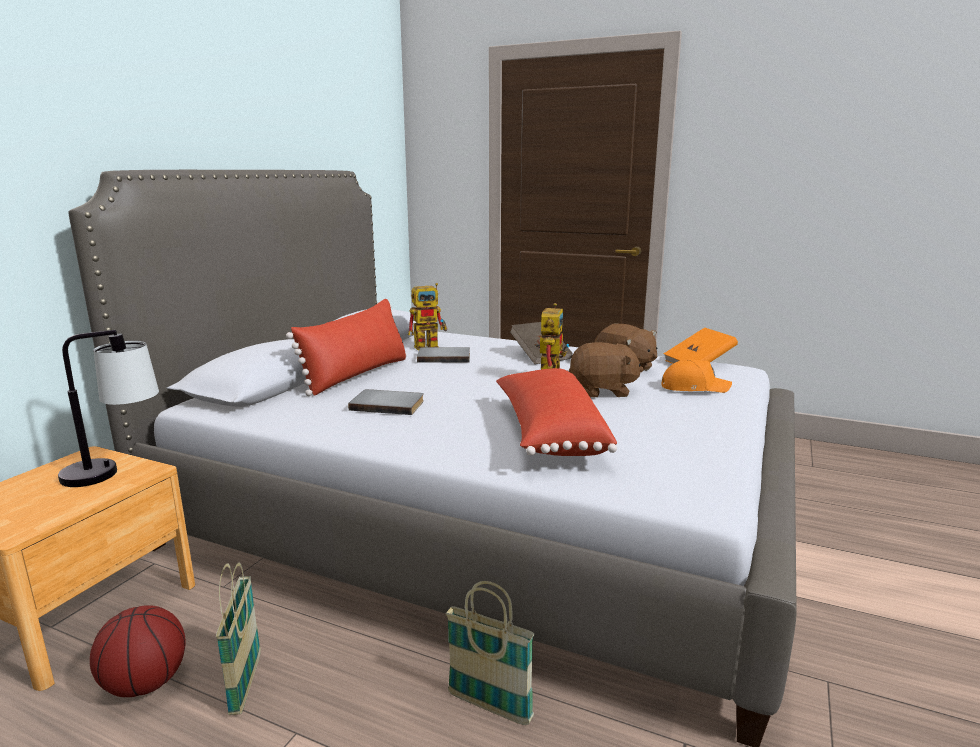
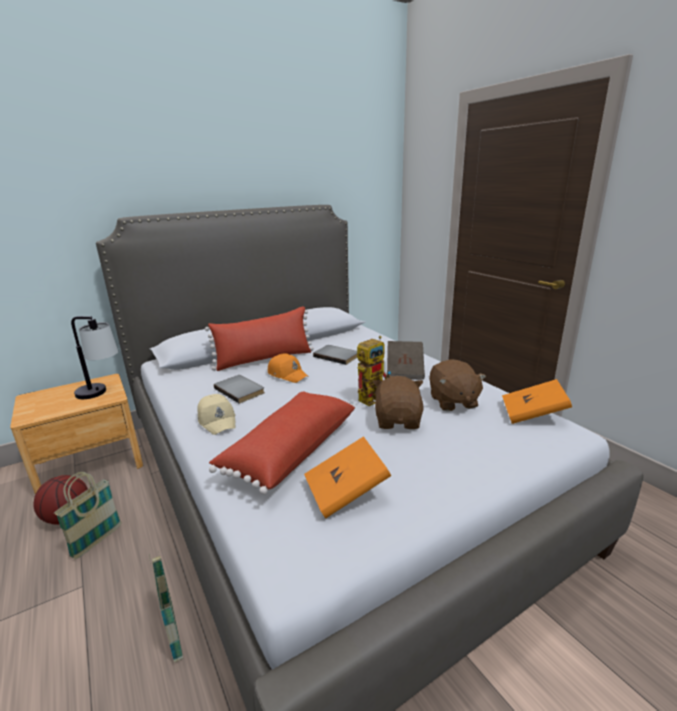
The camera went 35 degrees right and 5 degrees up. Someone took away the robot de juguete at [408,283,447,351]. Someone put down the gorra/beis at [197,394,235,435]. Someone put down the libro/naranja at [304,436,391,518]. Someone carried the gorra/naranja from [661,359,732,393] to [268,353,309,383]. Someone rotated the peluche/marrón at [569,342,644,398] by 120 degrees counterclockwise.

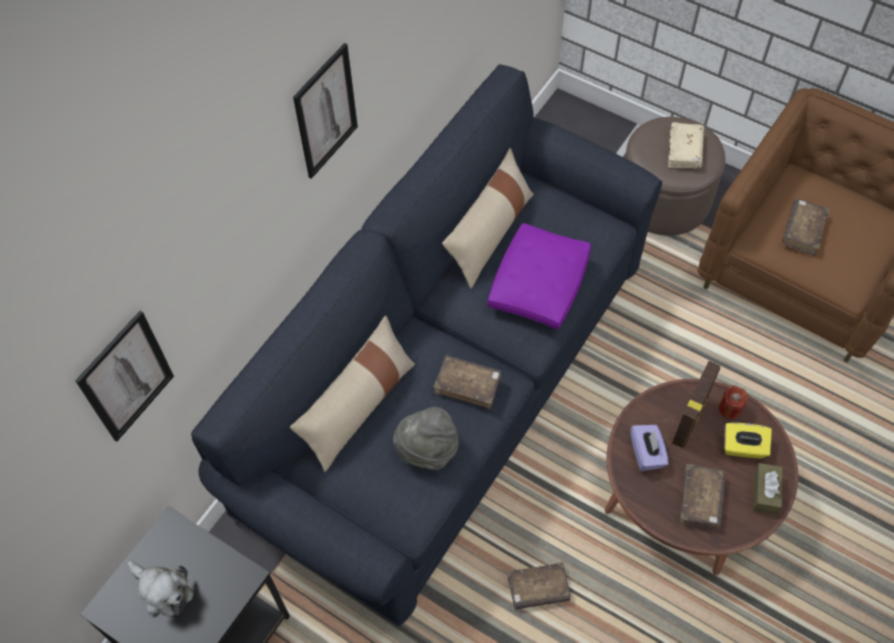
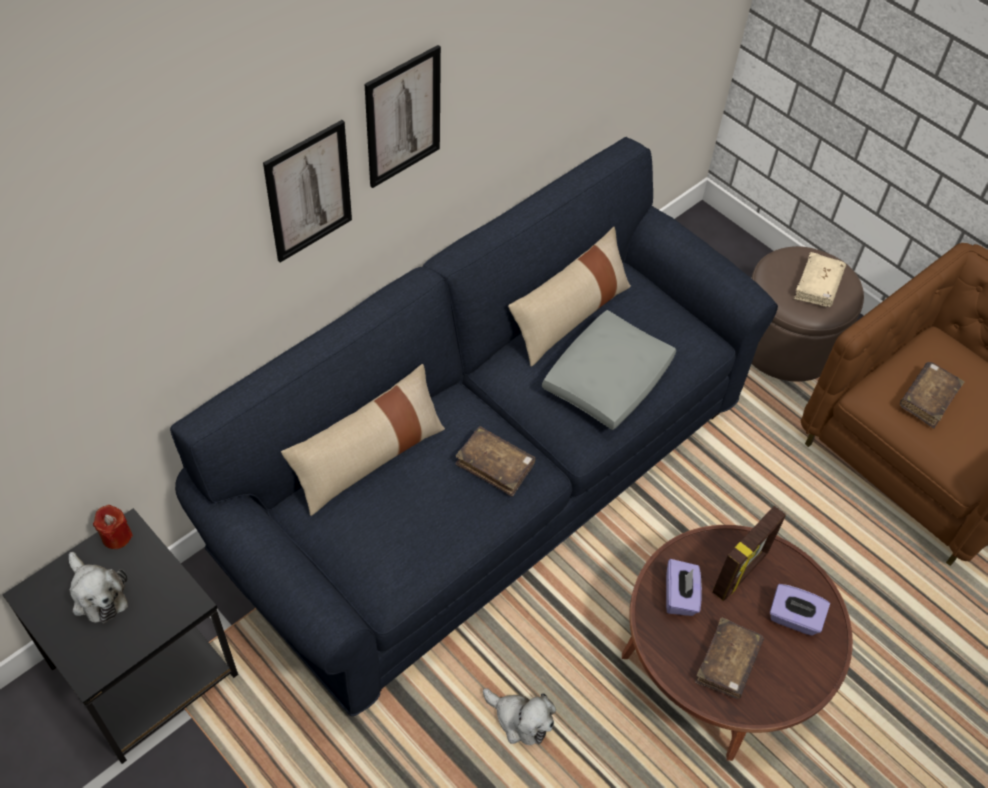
The camera went 10 degrees right and 5 degrees down. Someone took away the sombrero/gris at [393,407,458,470]. Someone took away the caja de pañuelos/marrón at [753,463,783,515]. Someone carried the cuadro from [75,311,174,442] to [263,120,352,263]. Someone carried the vela/rojo from [719,385,748,419] to [93,505,133,549]. Someone swapped the libro/marrón at [507,562,571,610] for the peluche at [483,688,556,745]. Someone repainted the cojín/morado at [487,223,591,329], which became the cojín/gris at [542,310,676,430]. Someone repainted the caja de pañuelos/amarillo at [725,423,772,459], which became the caja de pañuelos/morado at [770,584,830,636].

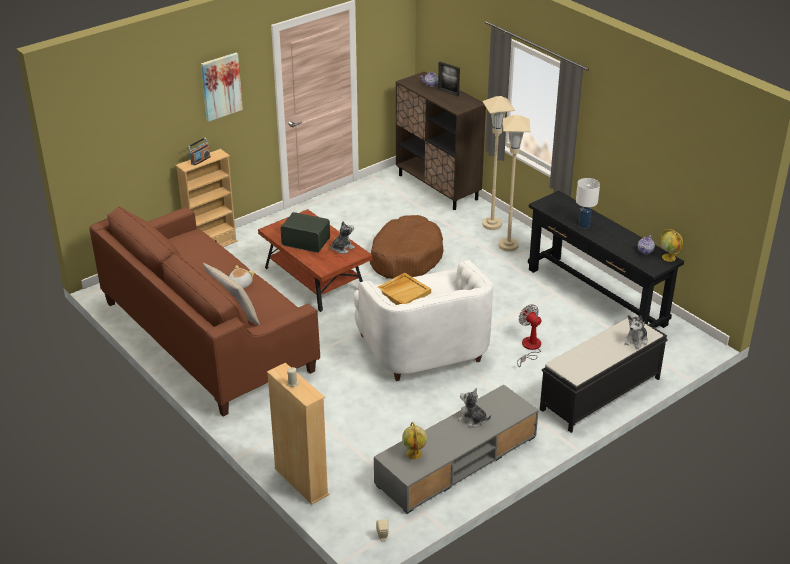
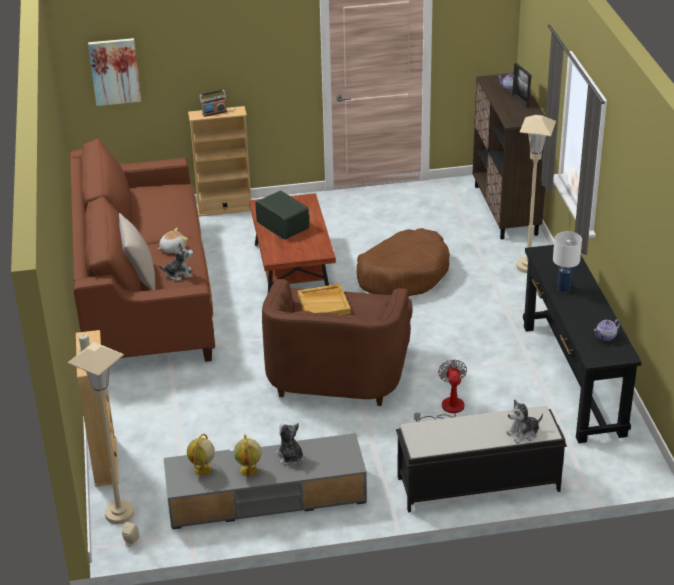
The camera went 30 degrees right and 0 degrees up. Someone carried the cuadro from [201,53,243,122] to [88,38,141,106]. Someone carried the peluche from [329,221,355,254] to [159,242,193,281]. Someone carried the lámpara de pie/beis from [499,115,530,252] to [68,342,134,524]. Someone carried the globo terráqueo from [661,229,683,262] to [234,434,262,477]. Someone repainted the sillón/blanco at [354,260,493,381], which became the sillón/marrón at [262,279,413,406].

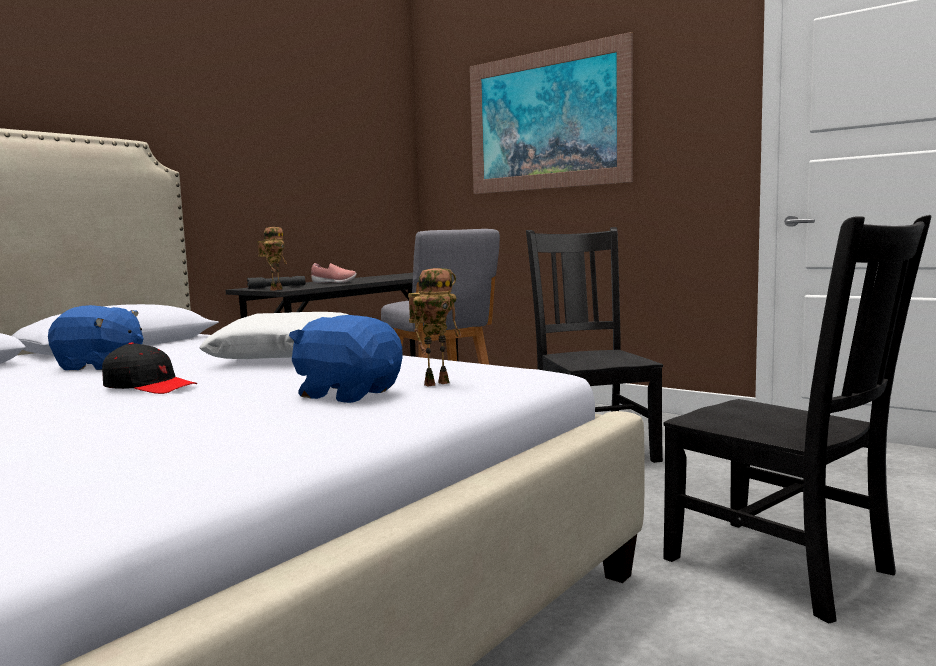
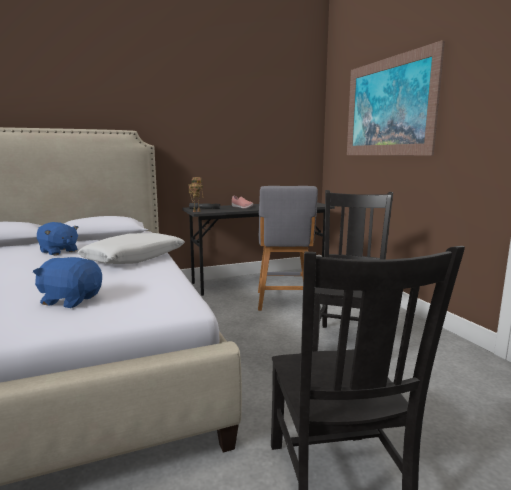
The camera went 30 degrees right and 5 degrees up. Someone took away the gorra/negro at [102,343,197,394]. Someone took away the robot de juguete at [408,268,461,387]. Someone rotated the peluche/azul at [289,315,402,403] by 45 degrees counterclockwise.

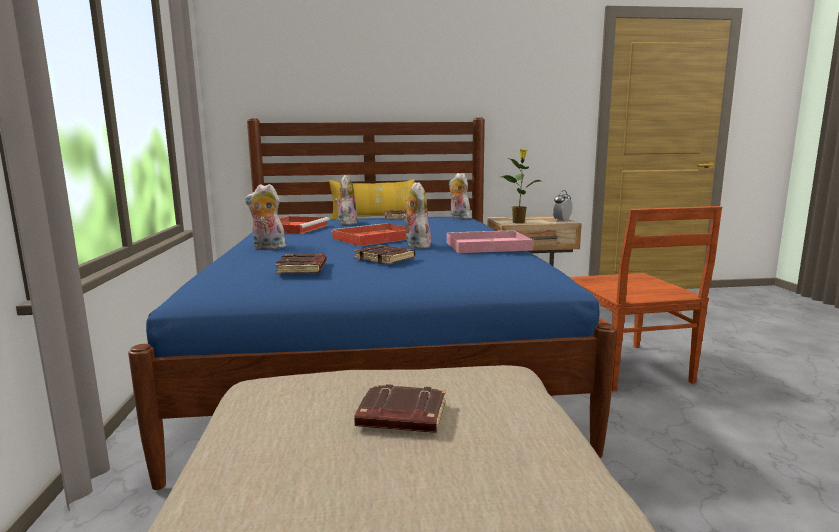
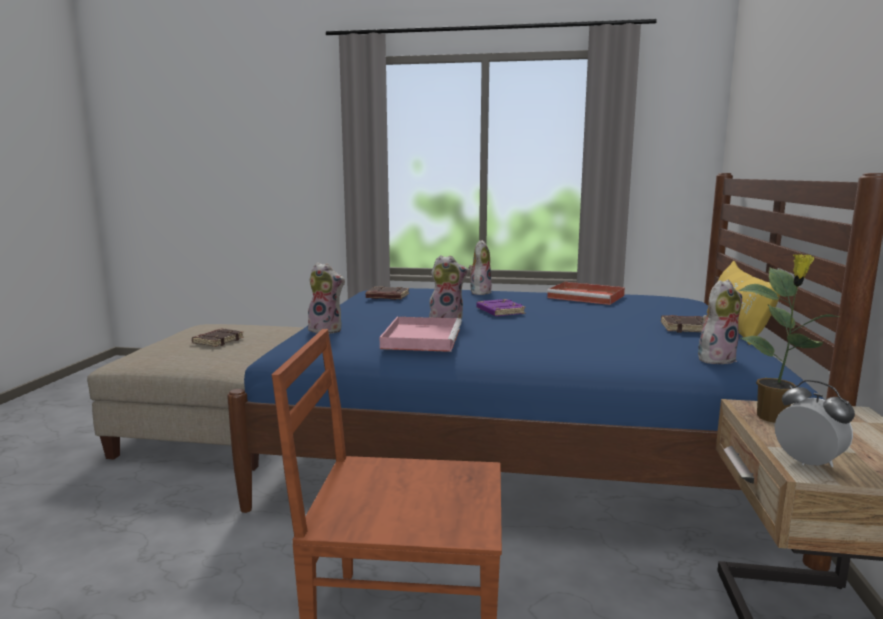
The camera went 105 degrees right and 0 degrees up. Someone took away the libro/marrón at [354,245,415,264]. Someone carried the peluche from [335,175,358,225] to [308,262,345,334]. Someone swapped the bandeja/rojo at [331,223,407,246] for the libro/morado at [476,299,526,316].

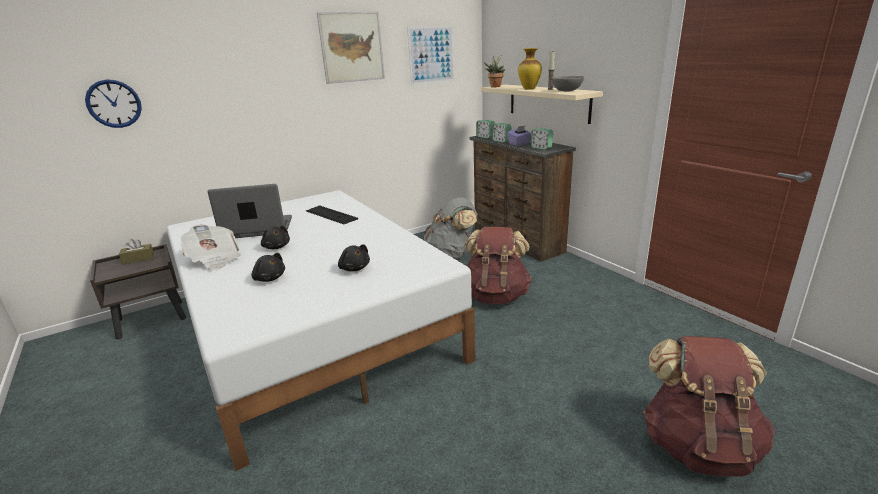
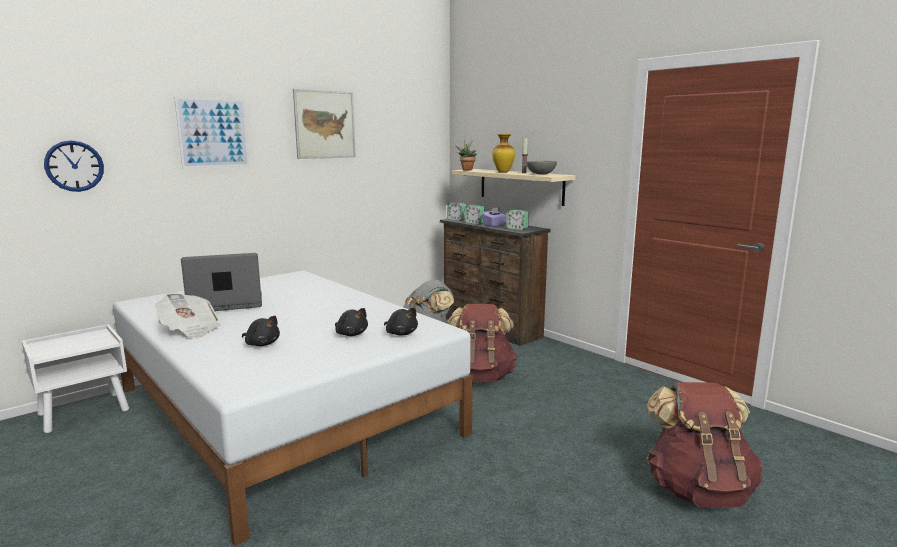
The camera went 10 degrees left and 10 degrees down. Someone took away the caja de pañuelos/marrón at [119,239,154,265]. Someone took away the teclado at [306,205,358,224]. Someone carried the peluche/negro from [261,226,290,249] to [384,308,418,336]. Someone carried the cuadro from [407,26,454,85] to [174,97,250,168]. Someone repainted the mesita de noche/marrón at [90,244,186,339], which became the mesita de noche/blanco at [22,324,129,433].

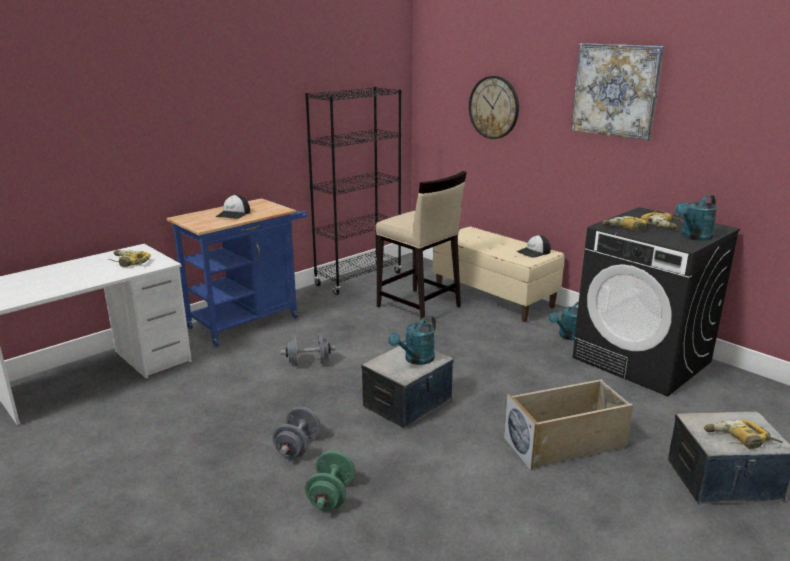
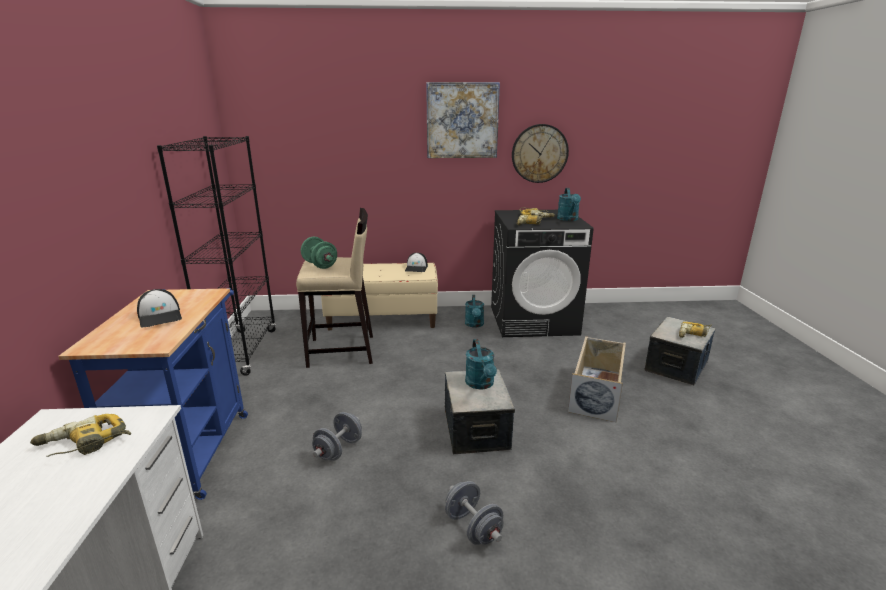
The camera went 50 degrees left and 0 degrees up. Someone carried the mancuerna/verde from [305,451,355,510] to [301,237,337,269]. Someone carried the reloj de pared from [469,76,519,139] to [512,124,569,183].

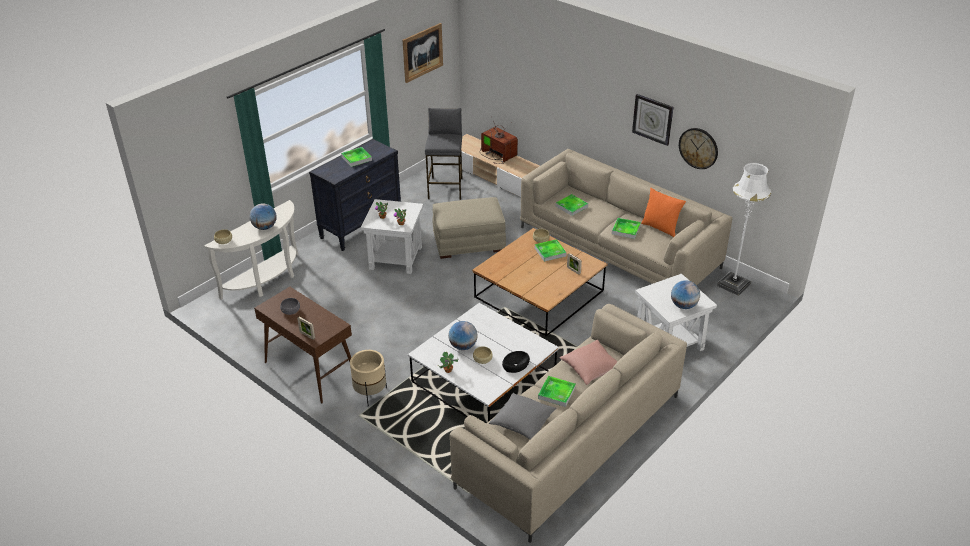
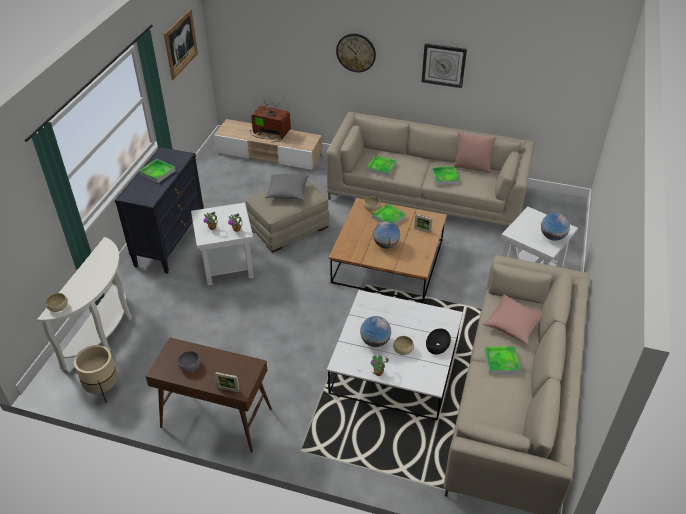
The camera went 25 degrees left and 5 degrees up. Someone took away the taburete/gris at [425,108,463,200]. Someone took away the lámpara de pie/blanco at [717,163,771,296]. Someone carried the globo terráqueo from [250,203,276,230] to [373,221,400,248]. Someone carried the maceta/beis from [350,350,387,406] to [74,345,118,403]. Someone carried the cojín/gris from [489,393,557,440] to [265,174,309,200]. Someone carried the reloj de pared from [679,128,718,169] to [336,34,376,72]. Someone repainted the cojín/naranja at [641,188,686,237], which became the cojín/rosa at [453,131,497,173].

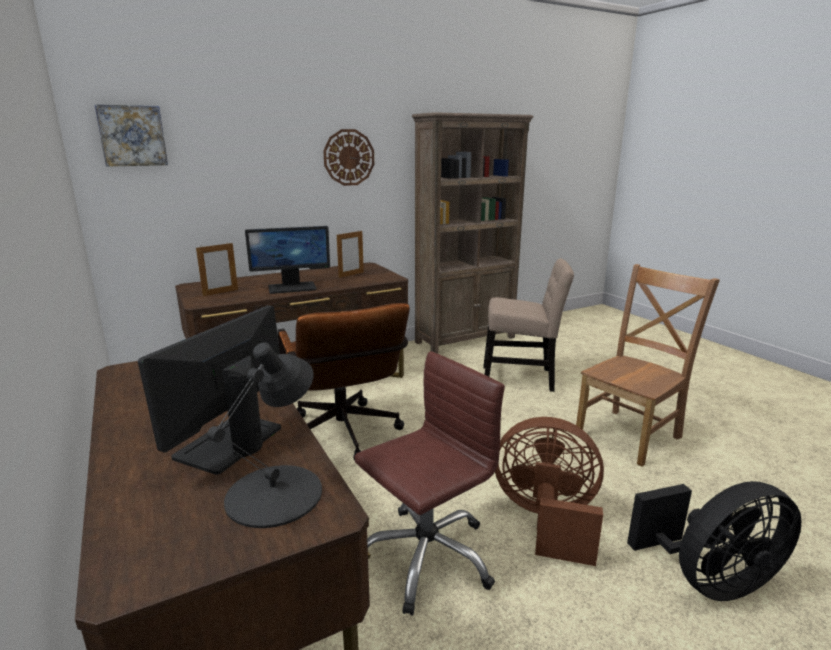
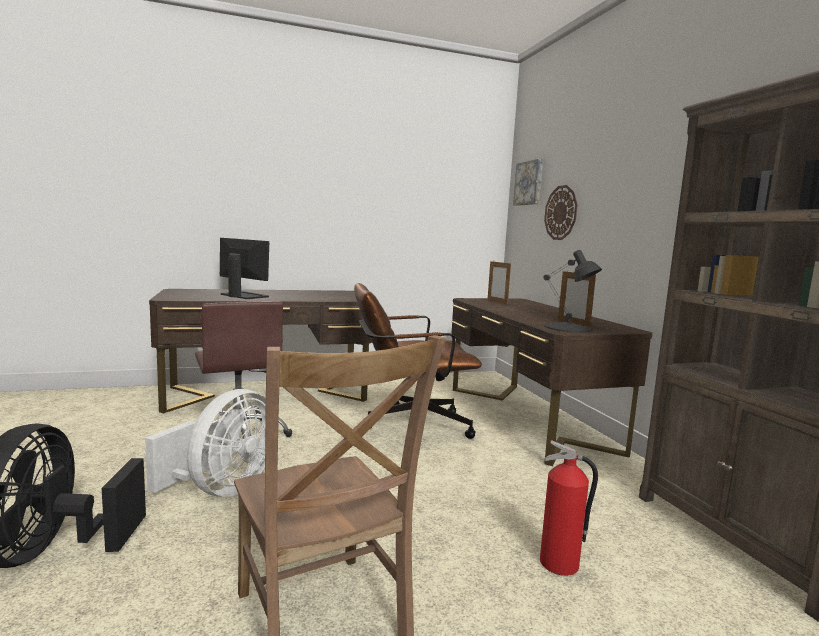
The camera went 100 degrees right and 10 degrees down. Someone took away the monitor at [245,226,330,294]. Someone carried the lámpara de mesa/negro from [207,342,322,528] to [543,250,602,333]. Someone carried the reloj de pared from [323,129,374,186] to [544,185,577,240]. Someone swapped the silla/beis at [483,258,574,392] for the extintor at [540,440,598,576]. Someone repainted the ventilador/marrón at [495,417,604,566], which became the ventilador/blanco at [145,389,266,497].

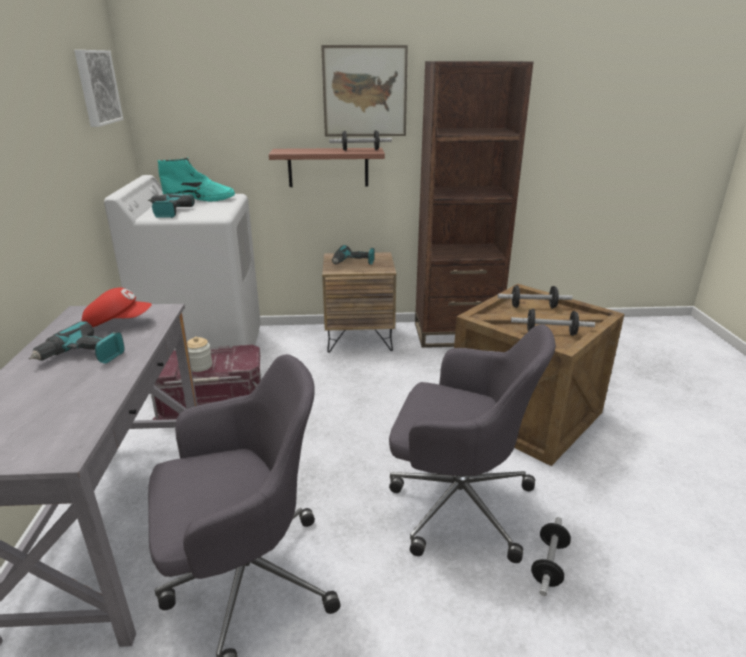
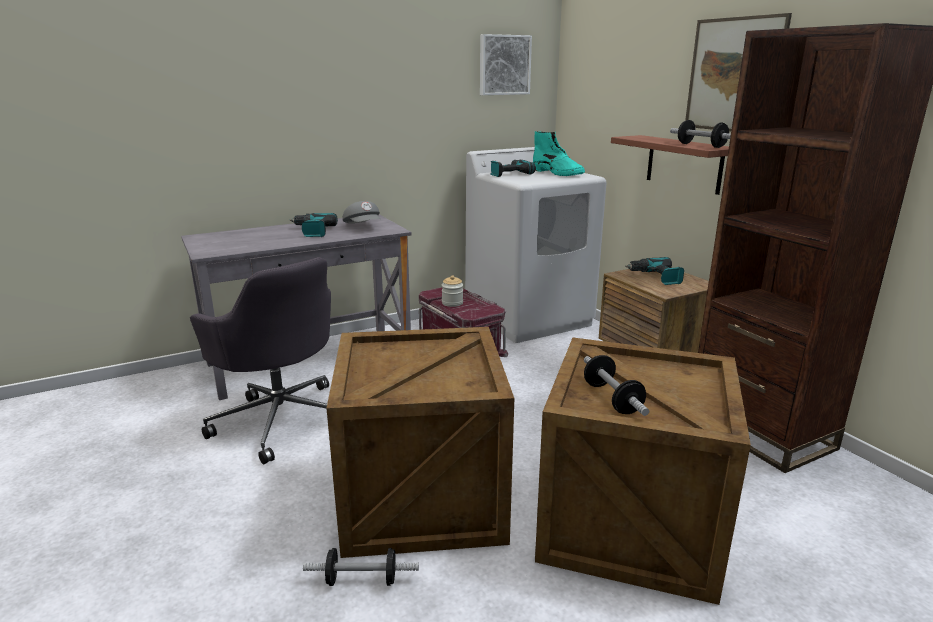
The camera went 65 degrees right and 5 degrees down. Someone took away the mancuerna at [498,285,573,308]. Someone swapped the silla de oficina/gris at [389,325,556,563] for the caja de embalaje at [326,327,514,558]. Someone repainted the gorra/rojo at [82,288,152,327], which became the gorra/gris at [343,201,380,223].

